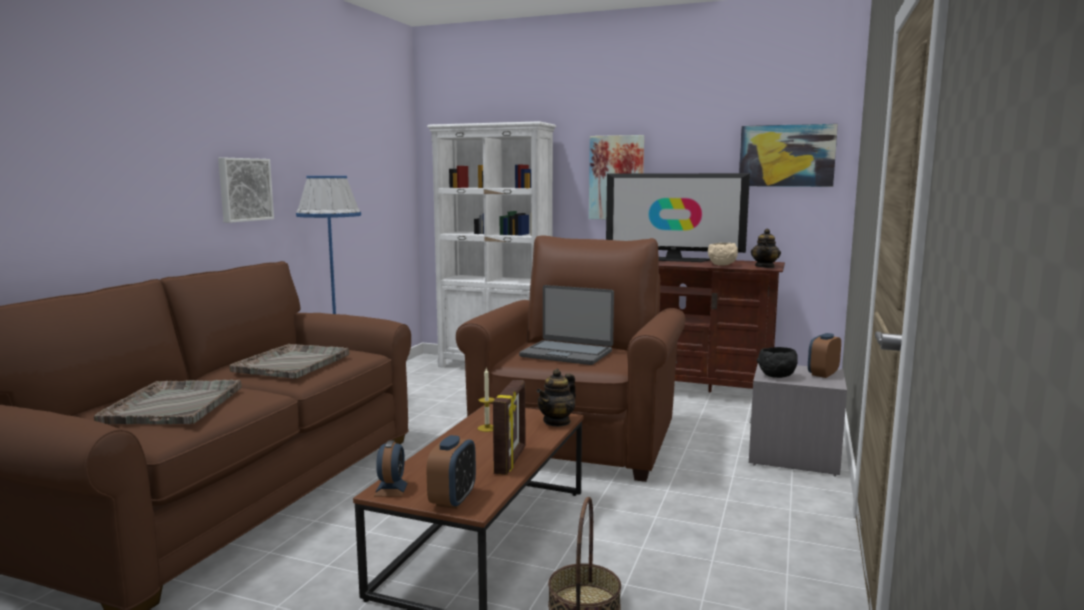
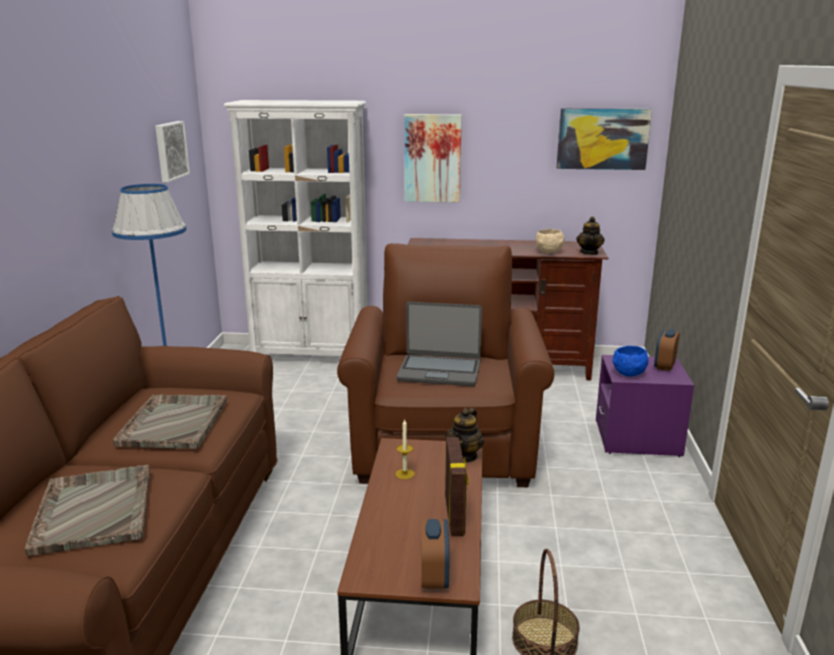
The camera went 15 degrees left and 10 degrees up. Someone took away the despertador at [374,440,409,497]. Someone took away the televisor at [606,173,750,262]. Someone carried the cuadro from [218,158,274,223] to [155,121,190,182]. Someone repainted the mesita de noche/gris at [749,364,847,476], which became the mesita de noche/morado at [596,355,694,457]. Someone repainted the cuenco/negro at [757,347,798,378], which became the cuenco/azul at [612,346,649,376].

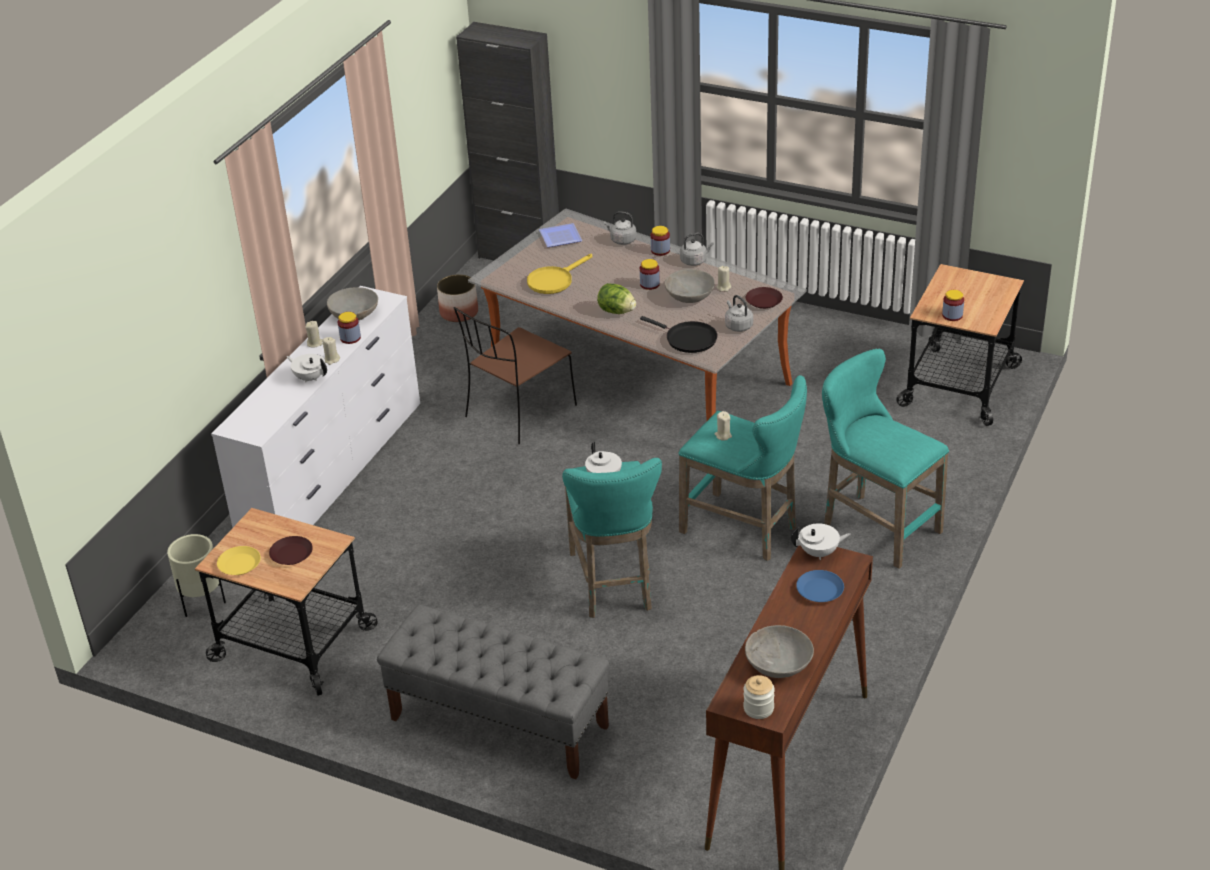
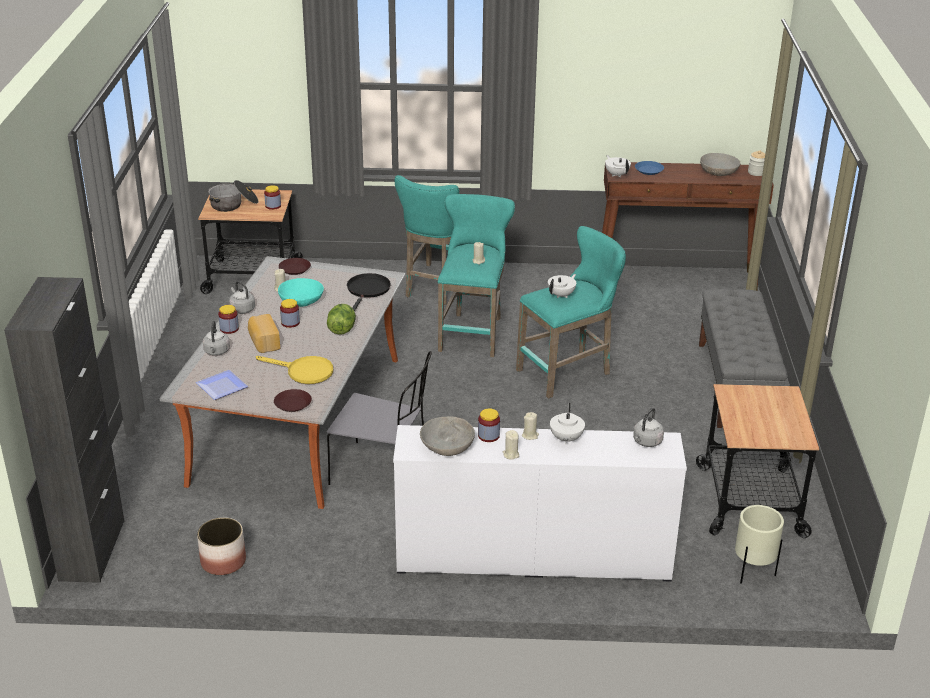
The camera went 115 degrees left and 5 degrees down. Someone took away the plato/amarillo at [217,546,261,575]. Someone put down the olla at [208,180,259,212]. Someone put down the pan at [248,314,280,353]. Someone carried the plato/marrón from [269,536,313,565] to [274,389,312,412]. Someone carried the hervidor/gris from [725,295,753,332] to [633,408,664,447]. Someone repainted the silla/marrón at [454,307,577,444], which became the silla/gris at [327,351,432,485]. Someone repainted the cuenco/gris at [665,269,715,303], which became the cuenco/turquesa at [278,278,324,307].

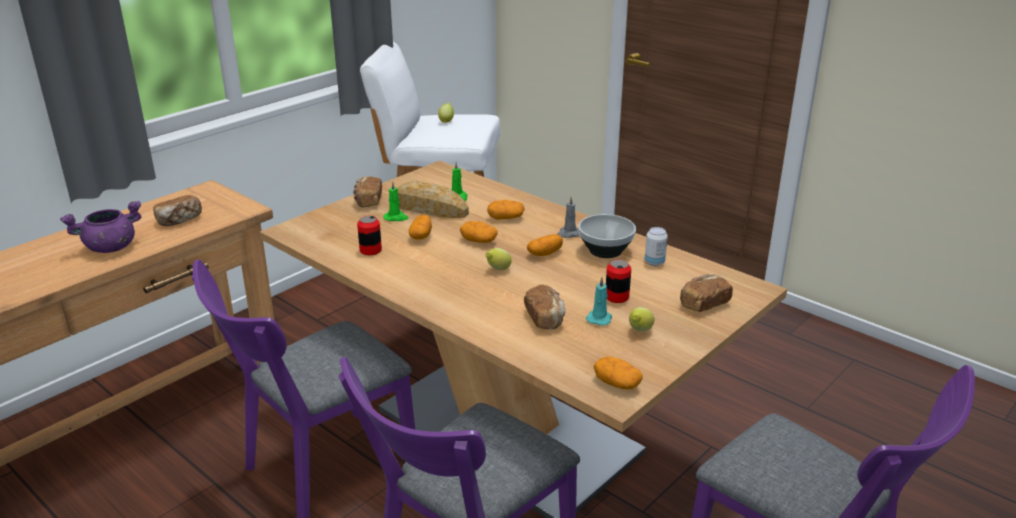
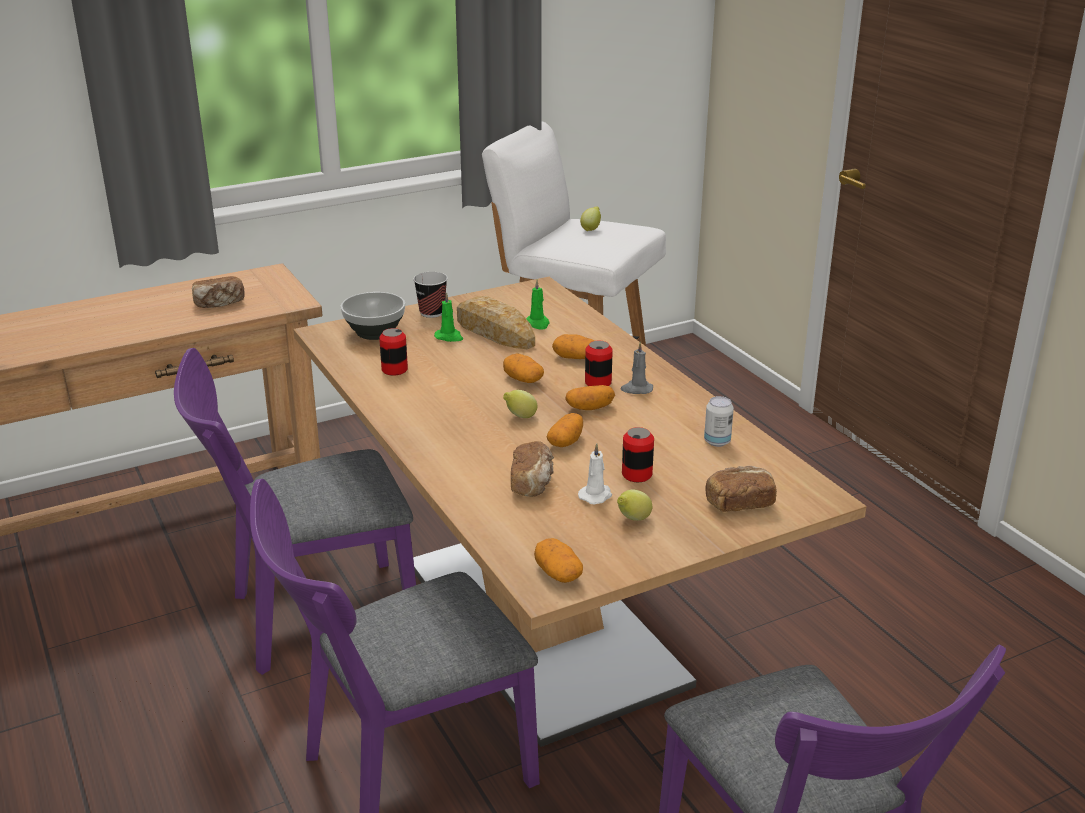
The camera went 20 degrees right and 0 degrees up. Someone took away the olla/morado at [60,201,141,253]. Someone put down the lata at [585,341,613,386]. Someone carried the patata from [409,215,432,240] to [547,413,583,447]. Someone carried the cuenco from [578,214,636,258] to [341,292,405,340]. Someone swapped the pan at [352,176,382,208] for the taza at [413,272,448,318]. Someone repainted the vela/turquesa at [586,277,612,326], which became the vela/blanco at [578,443,612,505].

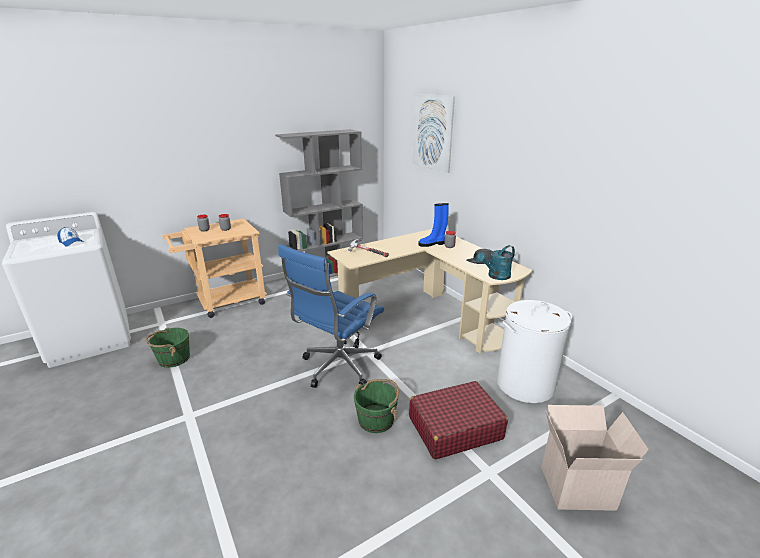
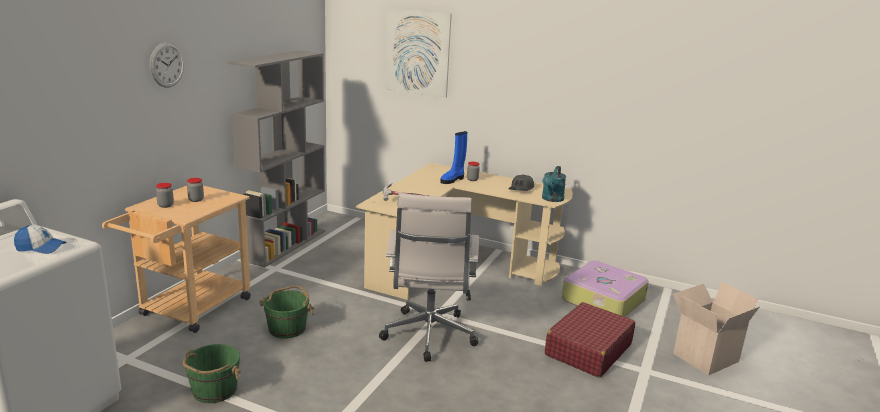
The camera went 35 degrees left and 5 degrees down. Someone put up the reloj de pared at [150,43,184,87]. Someone carried the cubo/verde from [354,379,399,433] to [259,285,314,339]. Someone swapped the cesto de la ropa/blanco at [497,300,572,403] for the maleta at [562,261,649,317]. Someone repainted the silla de oficina/azul at [278,244,384,388], which became the silla de oficina/blanco at [379,193,479,362].

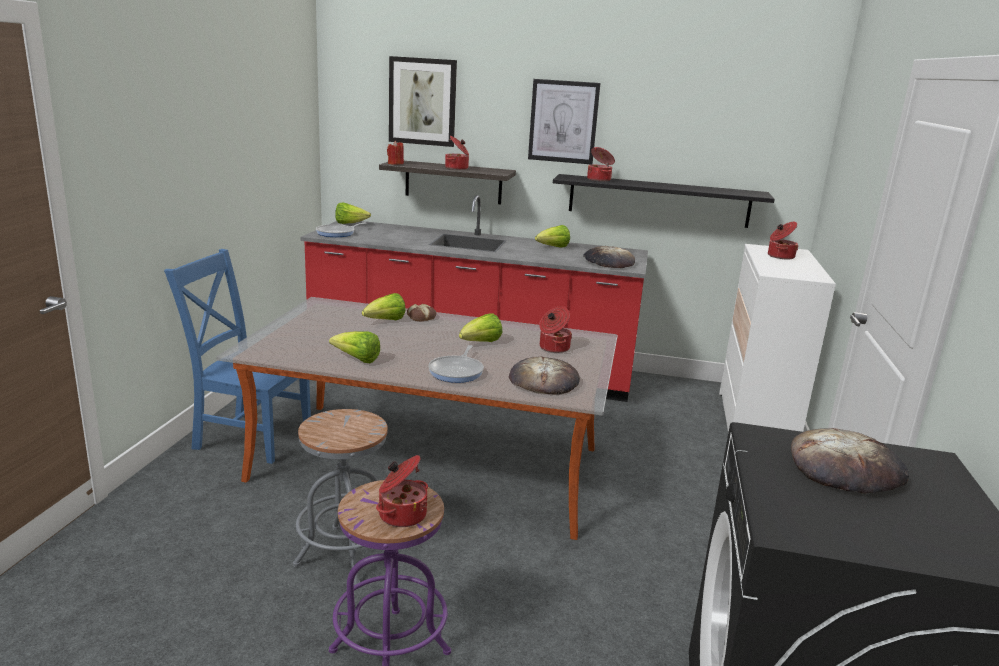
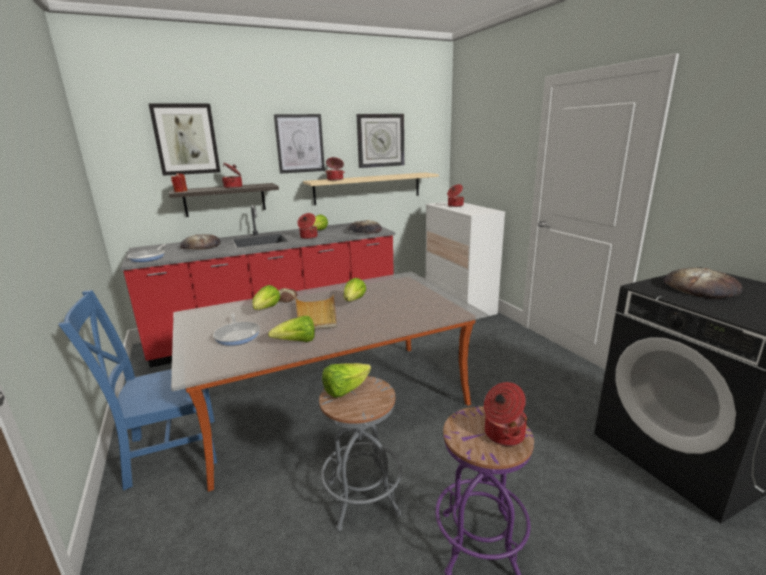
The camera went 35 degrees left and 0 degrees up. Someone put down the bandeja/beis at [296,294,337,329]. Someone put up the reloj de pared at [356,114,404,168]. Someone carried the lechuga from [335,203,371,224] to [322,363,371,398]. Someone carried the sartén from [428,345,484,383] to [213,313,260,346]. Someone carried the pan from [509,356,580,395] to [180,234,221,250]. Someone carried the olla from [539,307,572,353] to [297,213,318,239]. Someone repainted the estante/negro at [553,174,775,228], which became the estante/beis at [303,173,439,205].

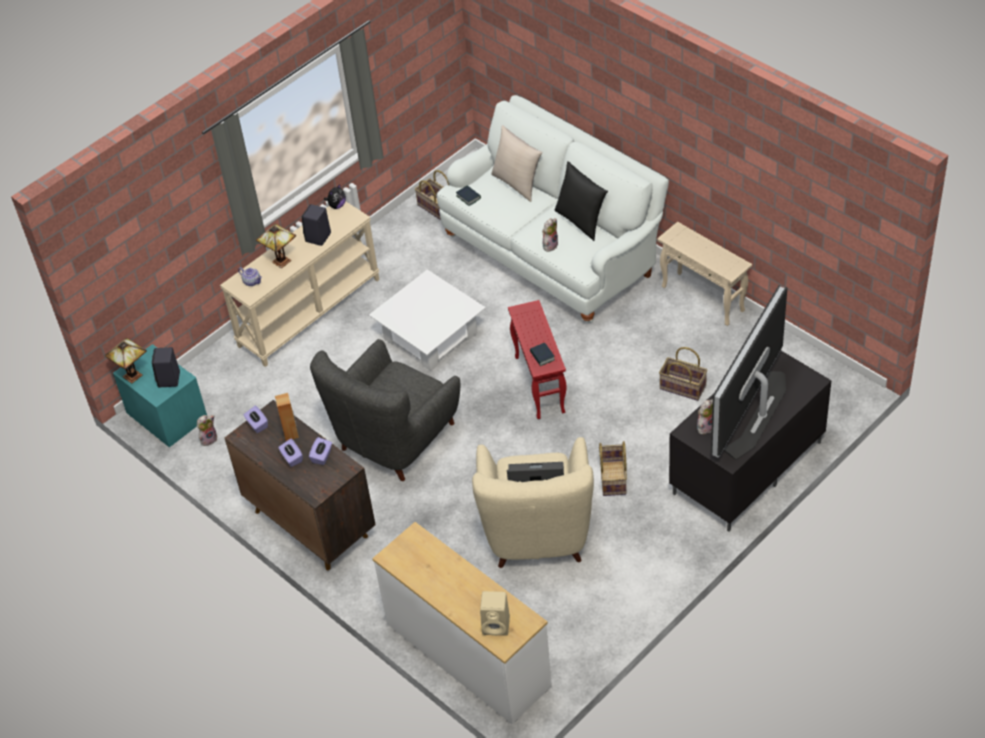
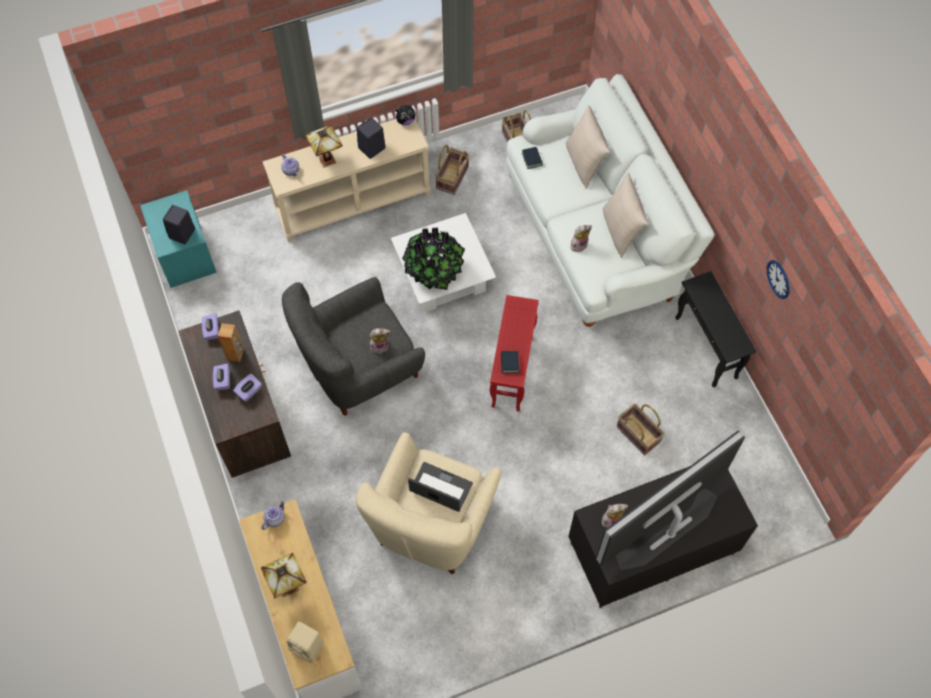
The camera went 20 degrees right and 15 degrees up. Someone put down the tetera at [262,500,285,530]. Someone put down the planta en maceta at [402,227,465,290]. Someone put up the reloj de pared at [767,260,789,299]. Someone carried the lámpara de mesa from [105,338,147,383] to [261,553,307,598]. Someone carried the peluche from [197,415,217,446] to [370,328,391,354]. Someone carried the cesta from [599,441,627,496] to [435,145,470,195]. Someone repainted the cojín/negro at [555,161,608,241], which became the cojín/beis at [603,173,649,258]. Someone repainted the mesa auxiliar/beis at [657,222,752,326], which became the mesa auxiliar/negro at [675,271,756,388].

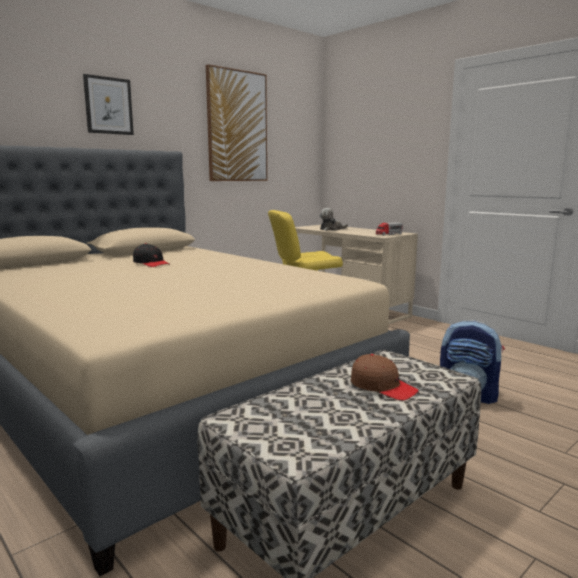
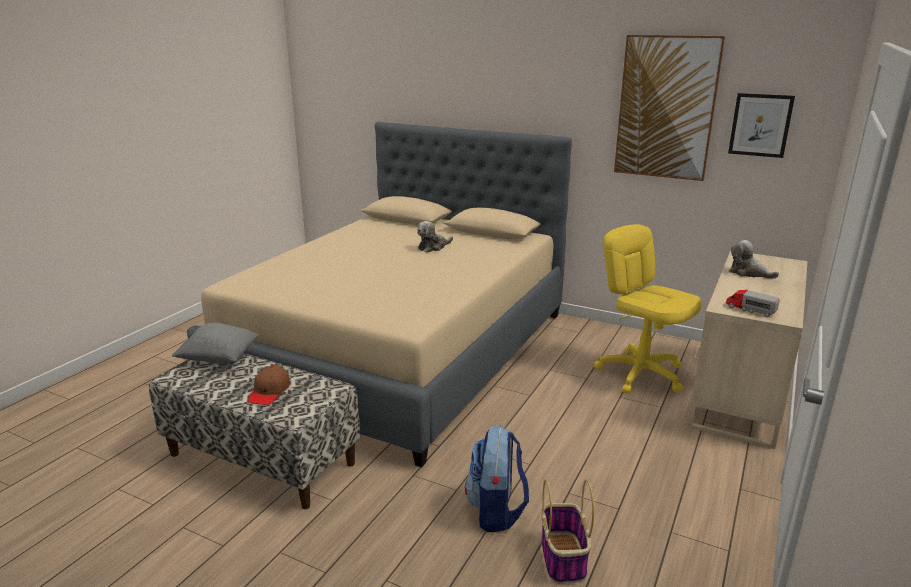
The camera went 70 degrees right and 10 degrees up. Someone put down the cojín/gris at [172,322,258,364]. Someone put down the cesta at [542,479,594,584]. Someone carried the cuadro from [83,74,134,135] to [728,93,795,158]. Someone swapped the gorra/negro at [133,243,169,267] for the peluche at [417,221,453,252].

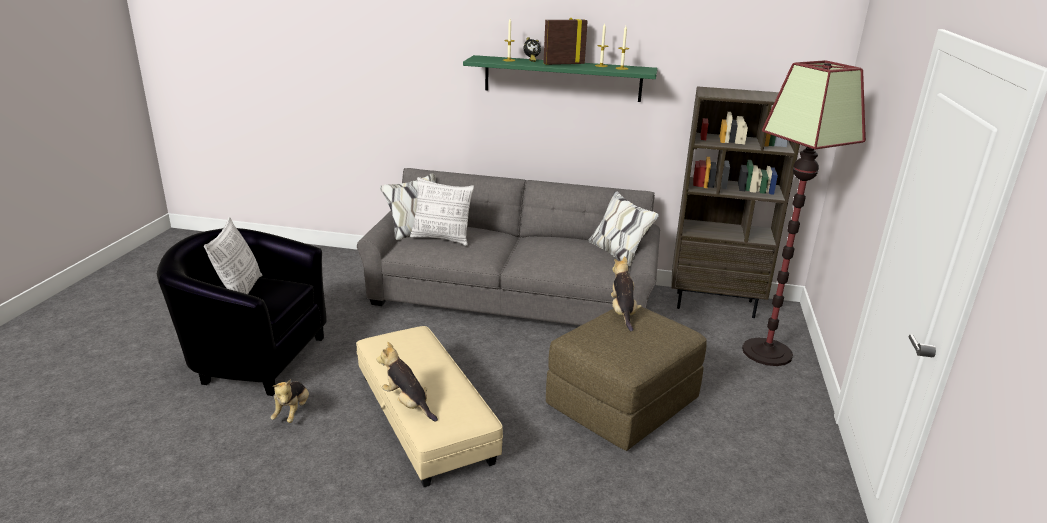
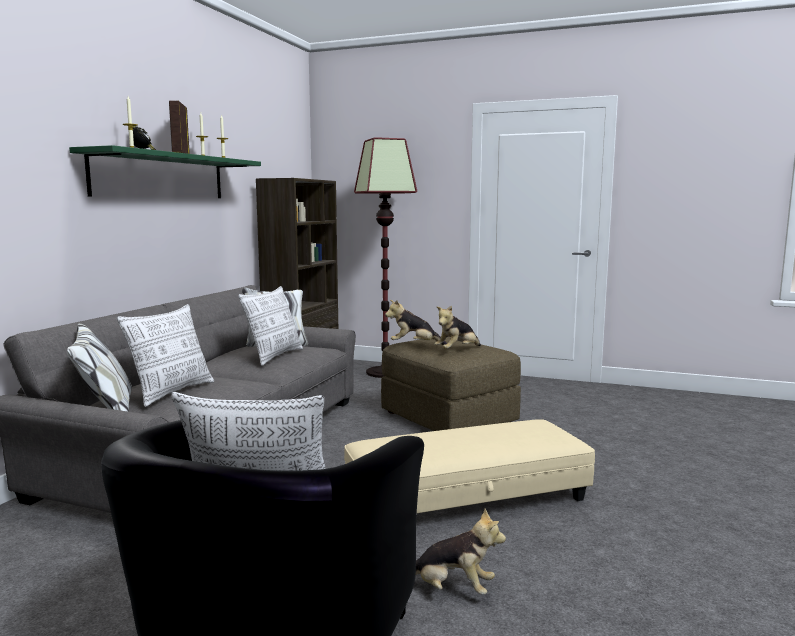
The camera went 80 degrees left and 15 degrees down. Someone put down the cojín at [238,286,303,366]. Someone carried the peluche from [376,342,438,421] to [435,306,481,349].

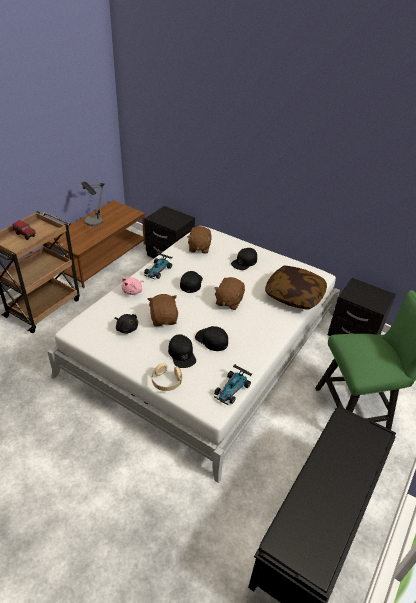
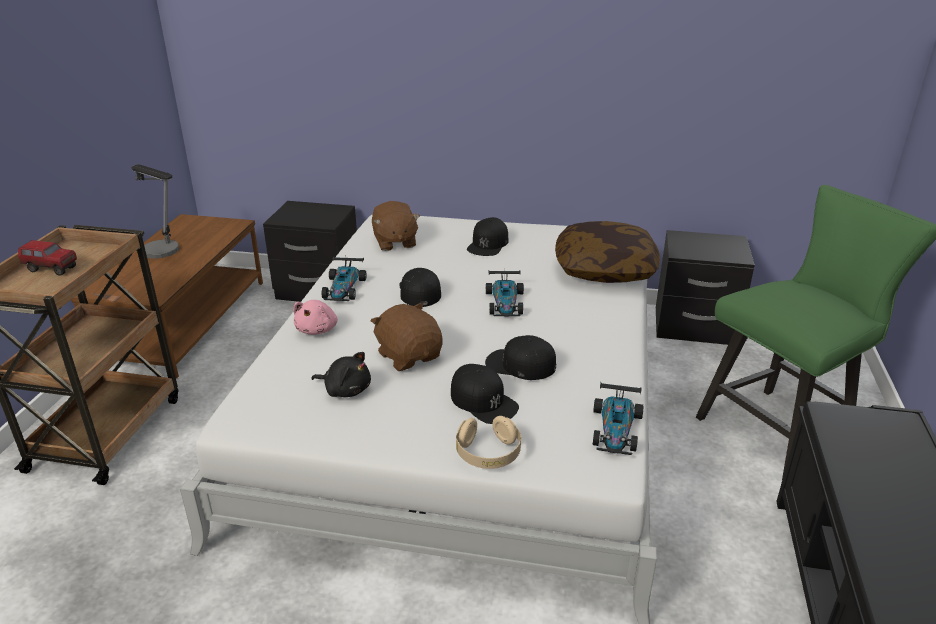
The camera went 20 degrees left and 10 degrees down. Someone swapped the peluche/marrón at [214,277,245,310] for the coche de juguete at [486,270,524,316].

